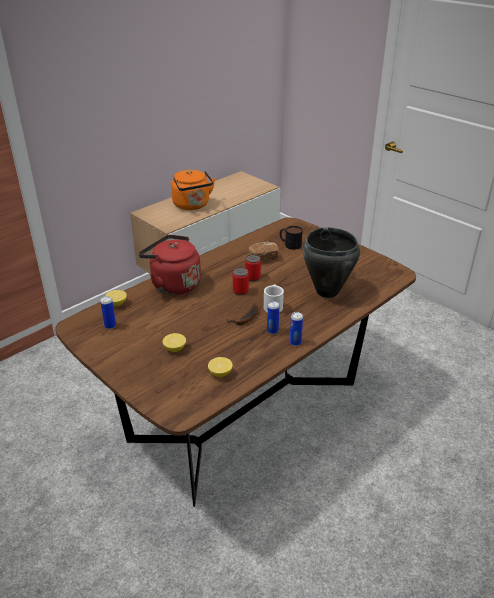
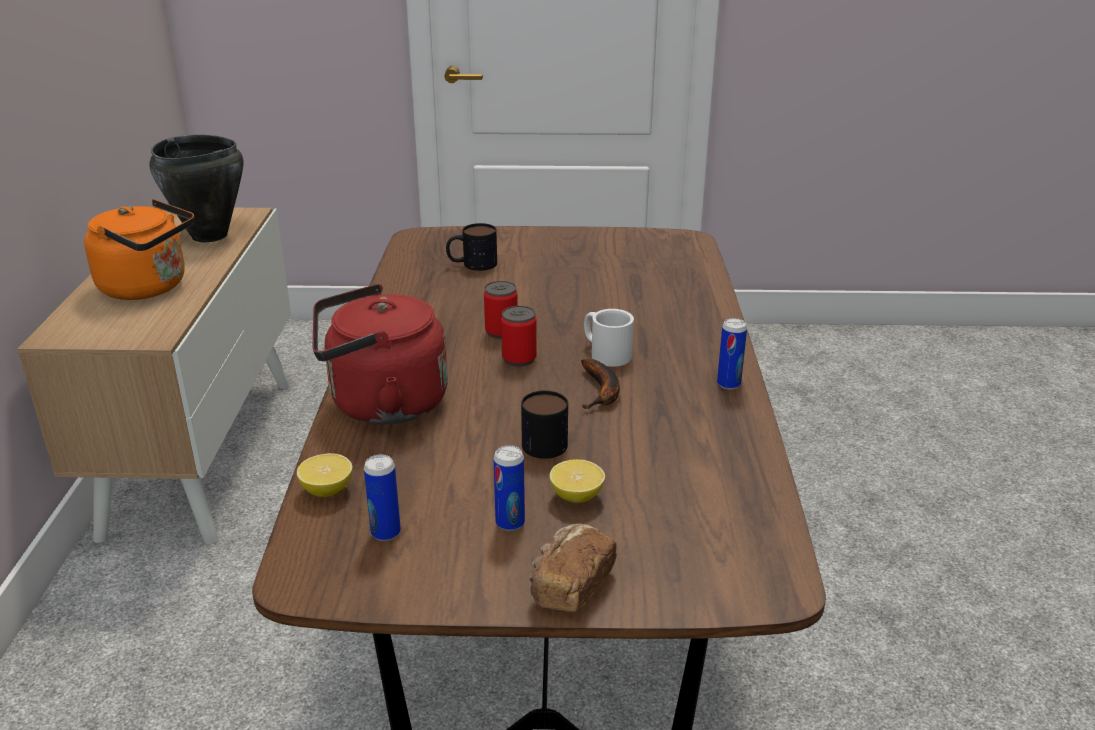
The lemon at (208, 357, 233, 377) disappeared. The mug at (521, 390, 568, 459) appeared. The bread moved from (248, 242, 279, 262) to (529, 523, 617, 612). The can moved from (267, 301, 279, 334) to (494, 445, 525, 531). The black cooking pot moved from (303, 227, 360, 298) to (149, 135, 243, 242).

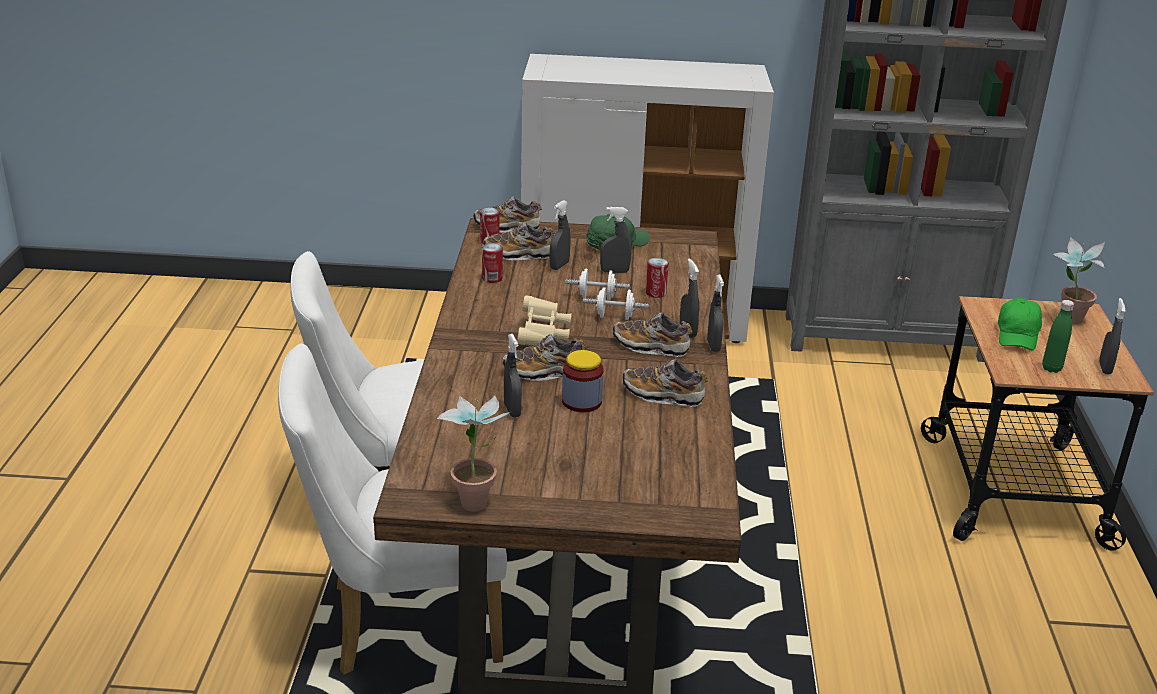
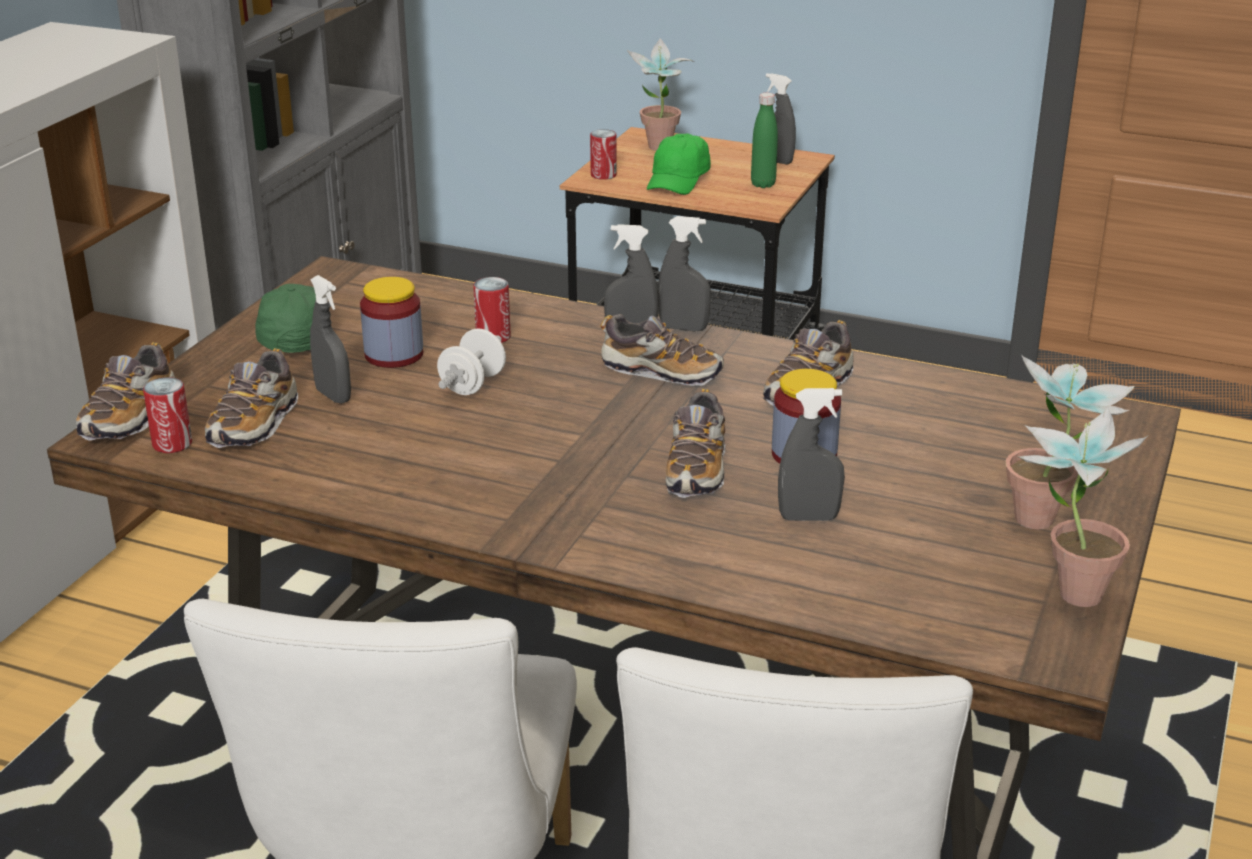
The beige binoculars at (517, 296, 572, 345) disappeared. The white dumbbell at (583, 287, 649, 320) disappeared. The potted plant at (1006, 355, 1135, 529) appeared. The can moved from (482, 243, 503, 283) to (590, 129, 617, 180). The grey spray bottle at (600, 207, 632, 273) was replaced by the jar at (360, 277, 423, 368). The shoe at (613, 312, 692, 357) turned 105 degrees counterclockwise. The green cap at (998, 298, 1042, 351) turned 75 degrees clockwise.

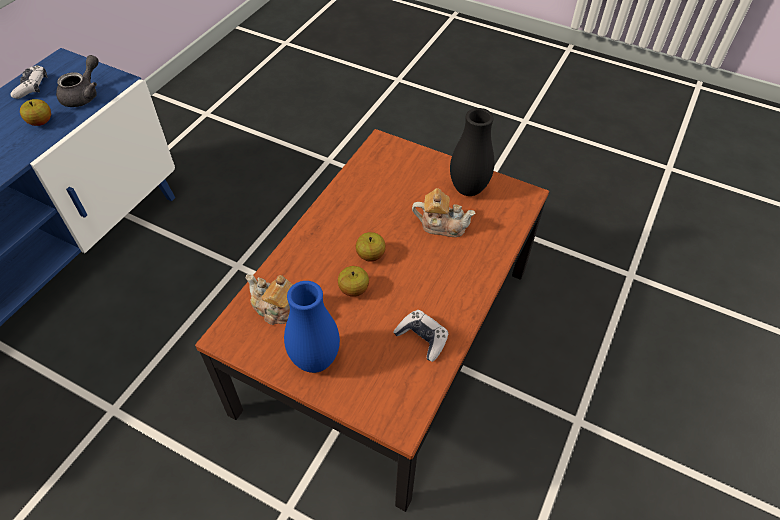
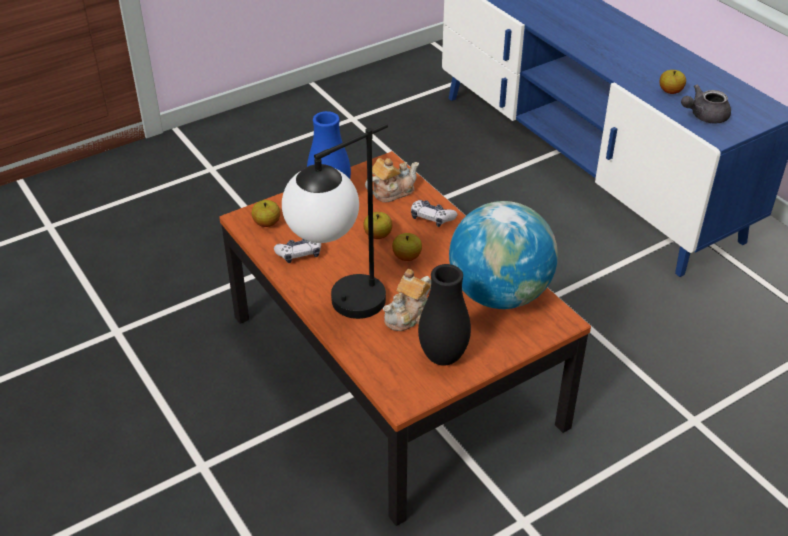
The apple at (252, 200, 280, 227) appeared. The table lamp at (282, 123, 388, 319) appeared. The globe at (449, 201, 558, 309) appeared. The game controller moved from (10, 65, 48, 99) to (411, 200, 458, 227). The grey teapot at (56, 55, 99, 107) turned 105 degrees clockwise.

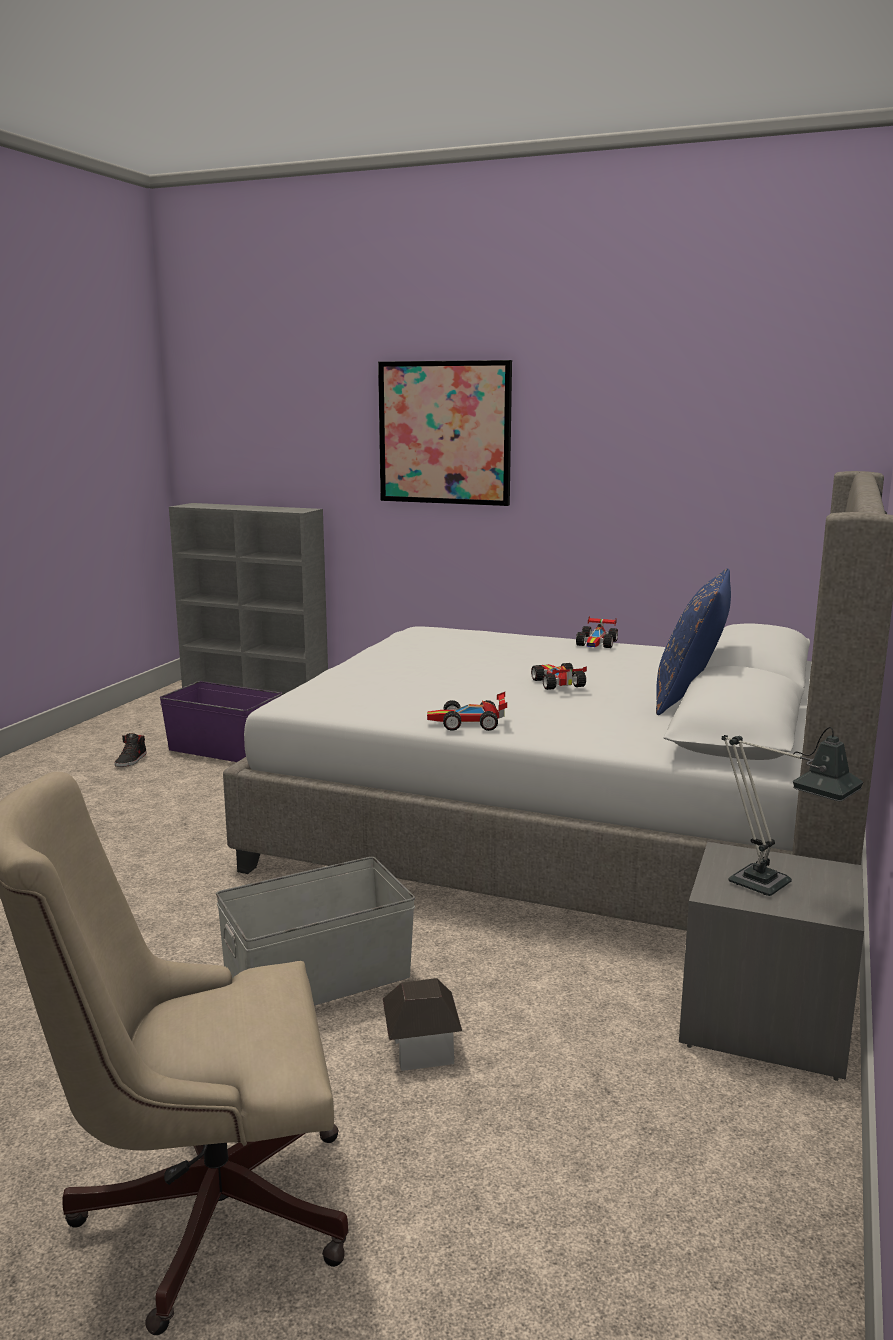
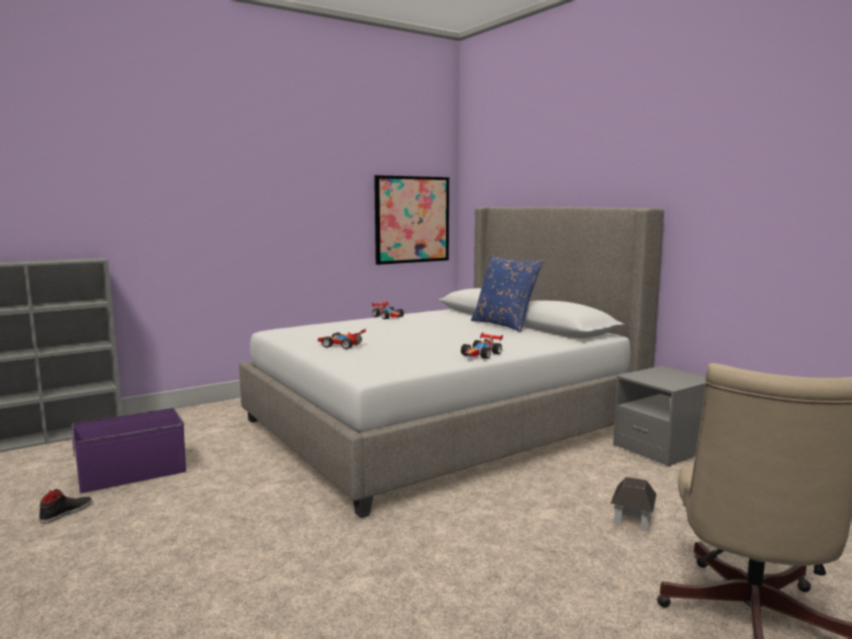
The grey storage box at (216, 857, 415, 1006) disappeared. The table lamp at (722, 727, 863, 896) disappeared. The picture moved from (378, 360, 512, 506) to (374, 175, 449, 265). The toy car moved from (531, 663, 587, 690) to (318, 329, 366, 349). The black shoe at (114, 733, 147, 767) turned 105 degrees counterclockwise.

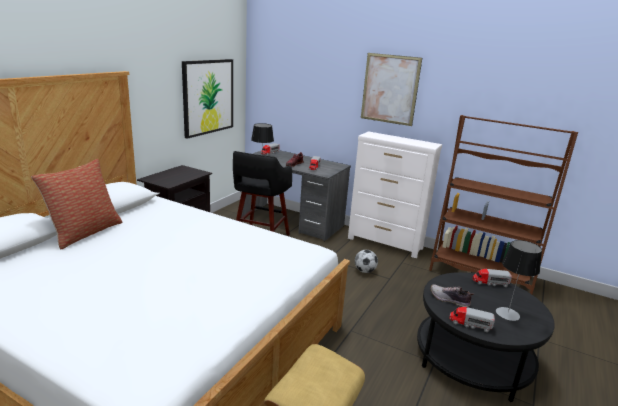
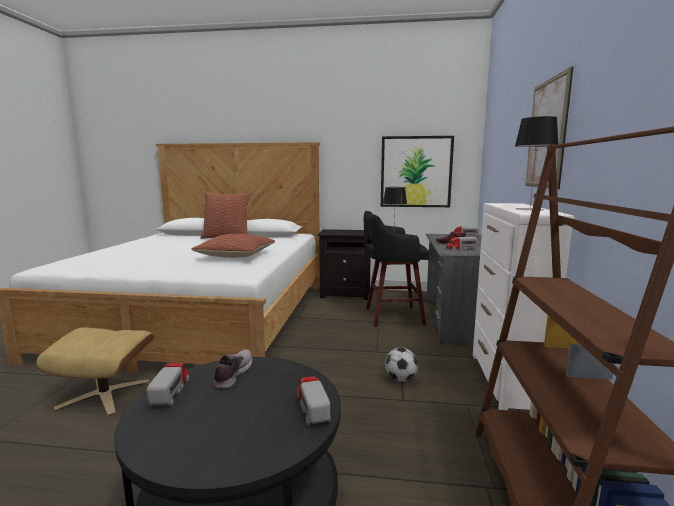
The pillow at (191, 234, 275, 258) appeared. The table lamp moved from (496, 240, 542, 321) to (515, 116, 558, 210).

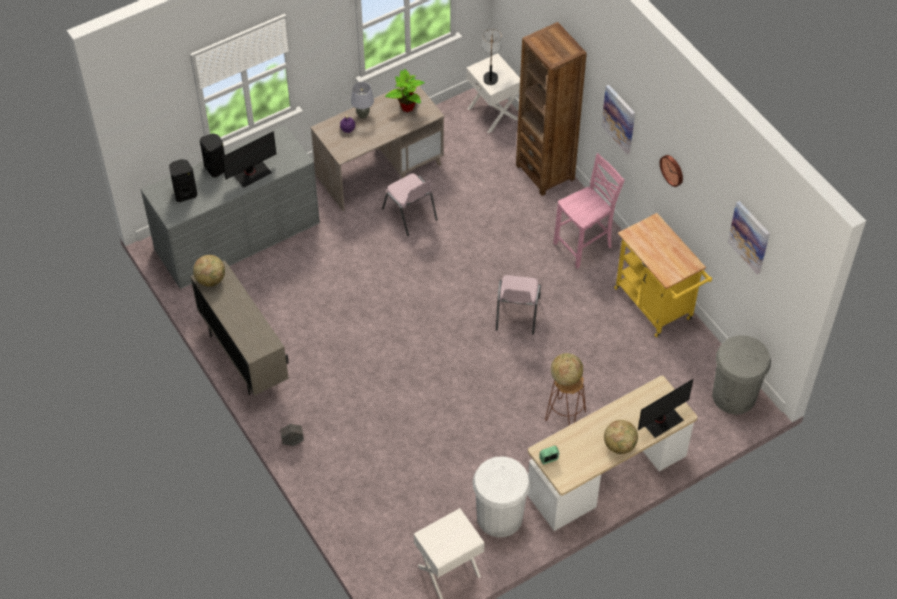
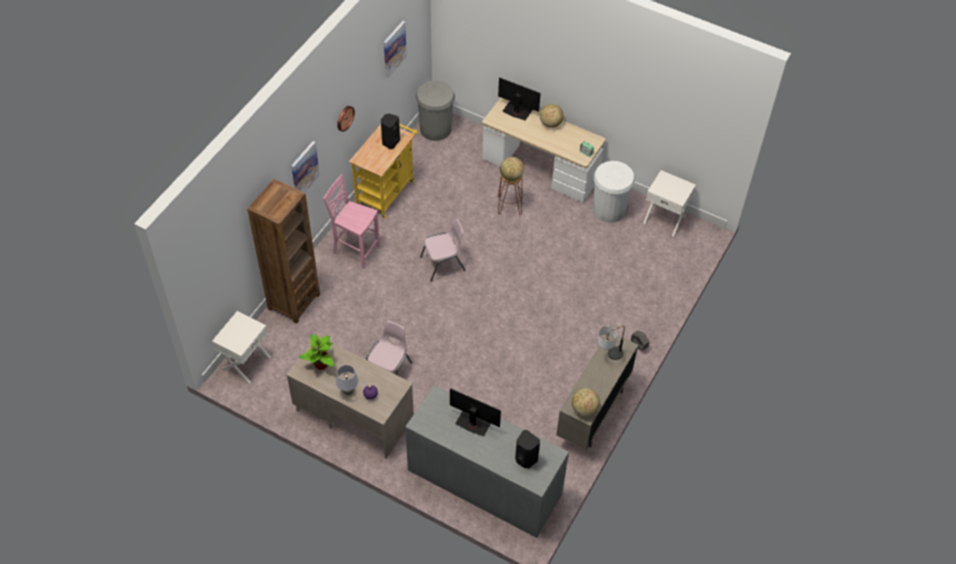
The black speaker moved from (200, 133, 225, 177) to (381, 113, 400, 149). The table lamp moved from (482, 29, 502, 85) to (597, 326, 625, 360).

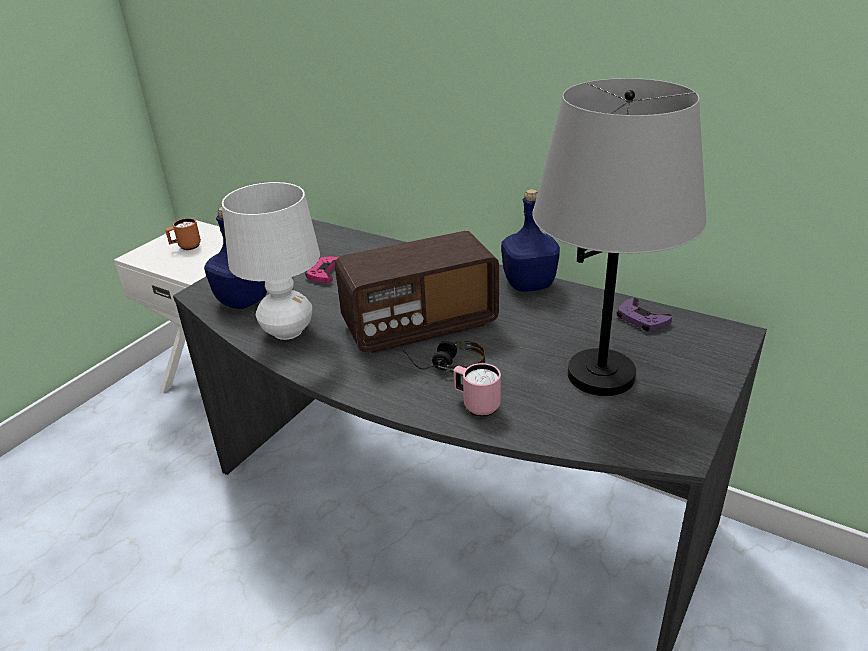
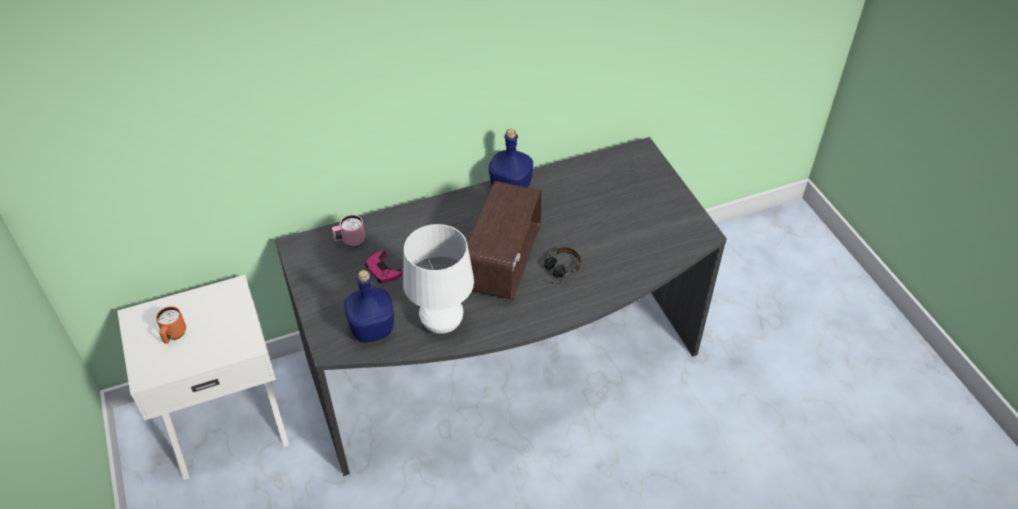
The grey table lamp at (532, 78, 707, 396) disappeared. The purple game controller at (617, 298, 672, 331) disappeared. The pink mug moved from (453, 363, 501, 417) to (332, 215, 365, 247).

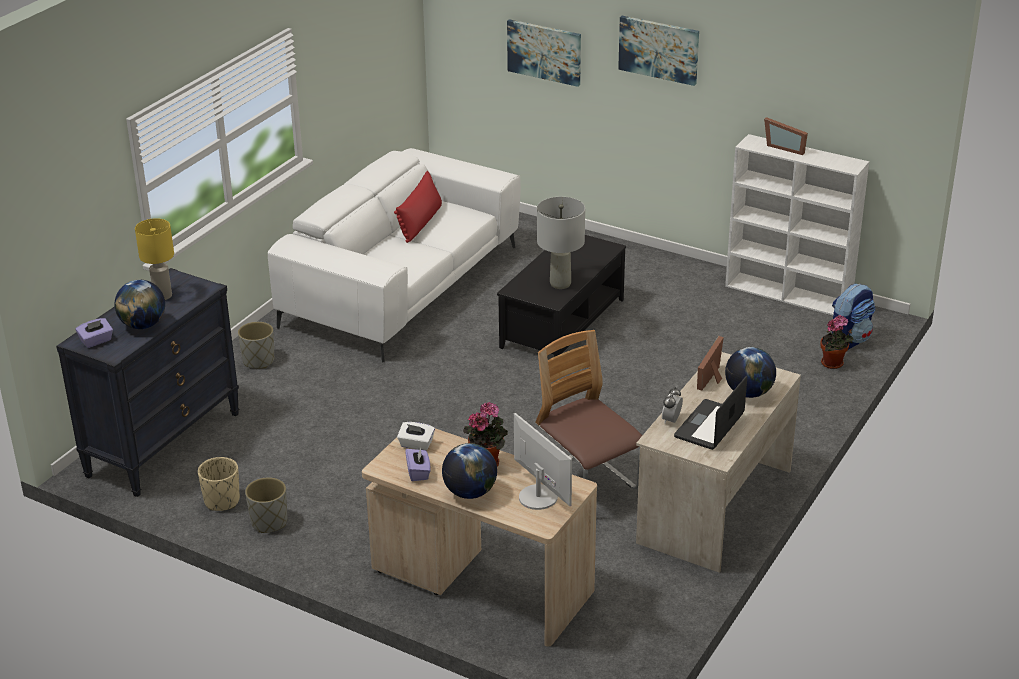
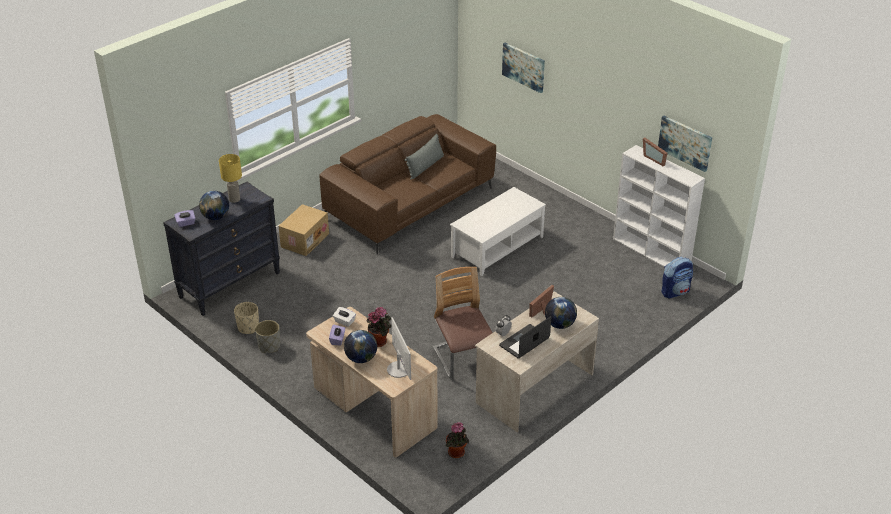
The grey table lamp at (537, 197, 585, 289) disappeared. The picture moved from (618, 16, 699, 86) to (658, 116, 712, 172). The potted plant moved from (820, 315, 854, 369) to (445, 422, 469, 458). The grey planter at (238, 322, 274, 368) was replaced by the cardboard box at (278, 204, 329, 256). The white sofa at (268, 148, 521, 363) became the brown sofa at (320, 114, 496, 254). The red pillow at (394, 171, 442, 243) became the grey pillow at (405, 133, 444, 180). The black coffee table at (497, 235, 626, 357) became the white coffee table at (450, 187, 546, 276).

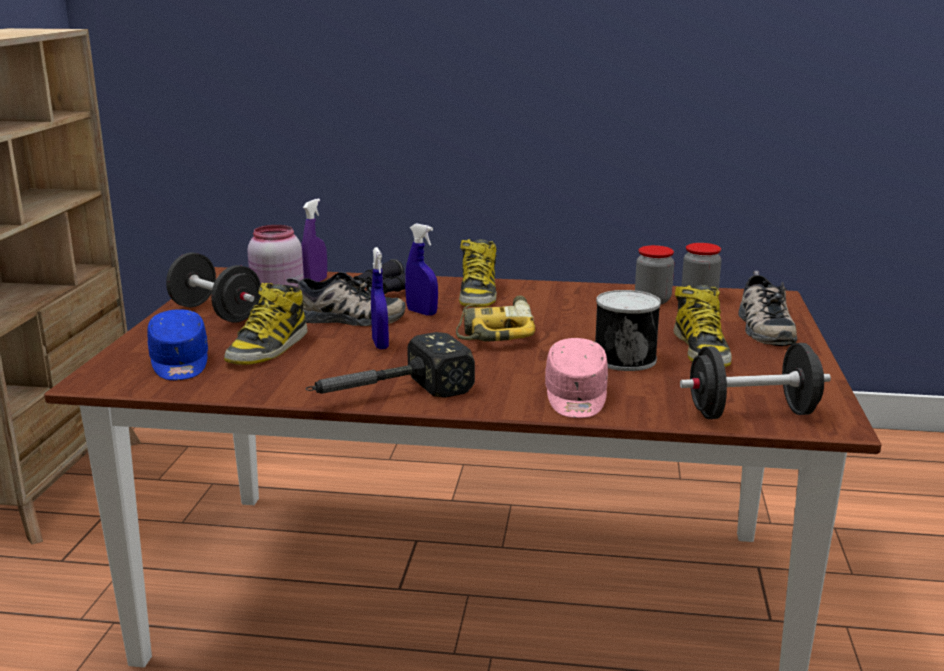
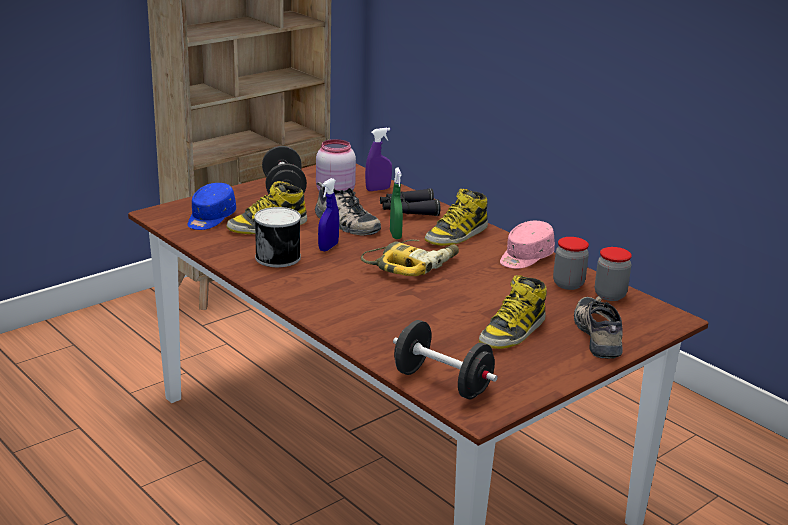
The hammer at (306, 332, 475, 398) disappeared. The pink cap moved from (545, 338, 608, 418) to (500, 221, 555, 269). The can moved from (595, 290, 661, 371) to (254, 207, 301, 267). The blue spray bottle at (405, 223, 438, 316) became the green spray bottle at (390, 167, 403, 239). The shoe at (738, 271, 797, 346) turned 135 degrees clockwise.

